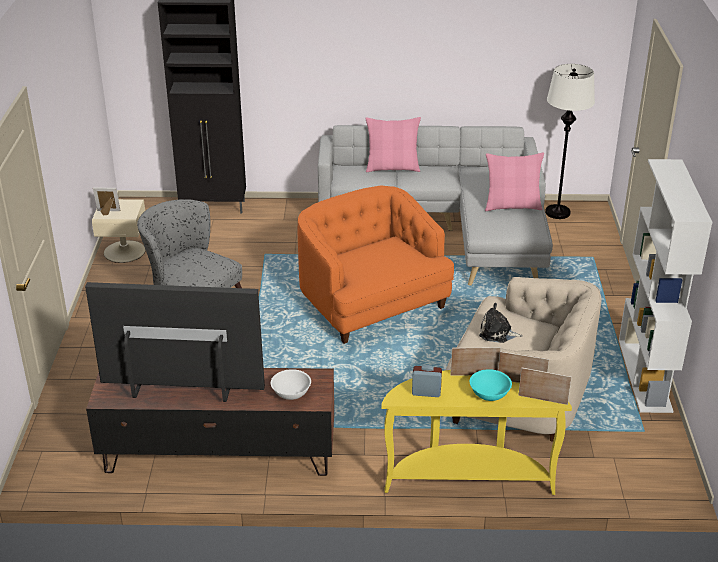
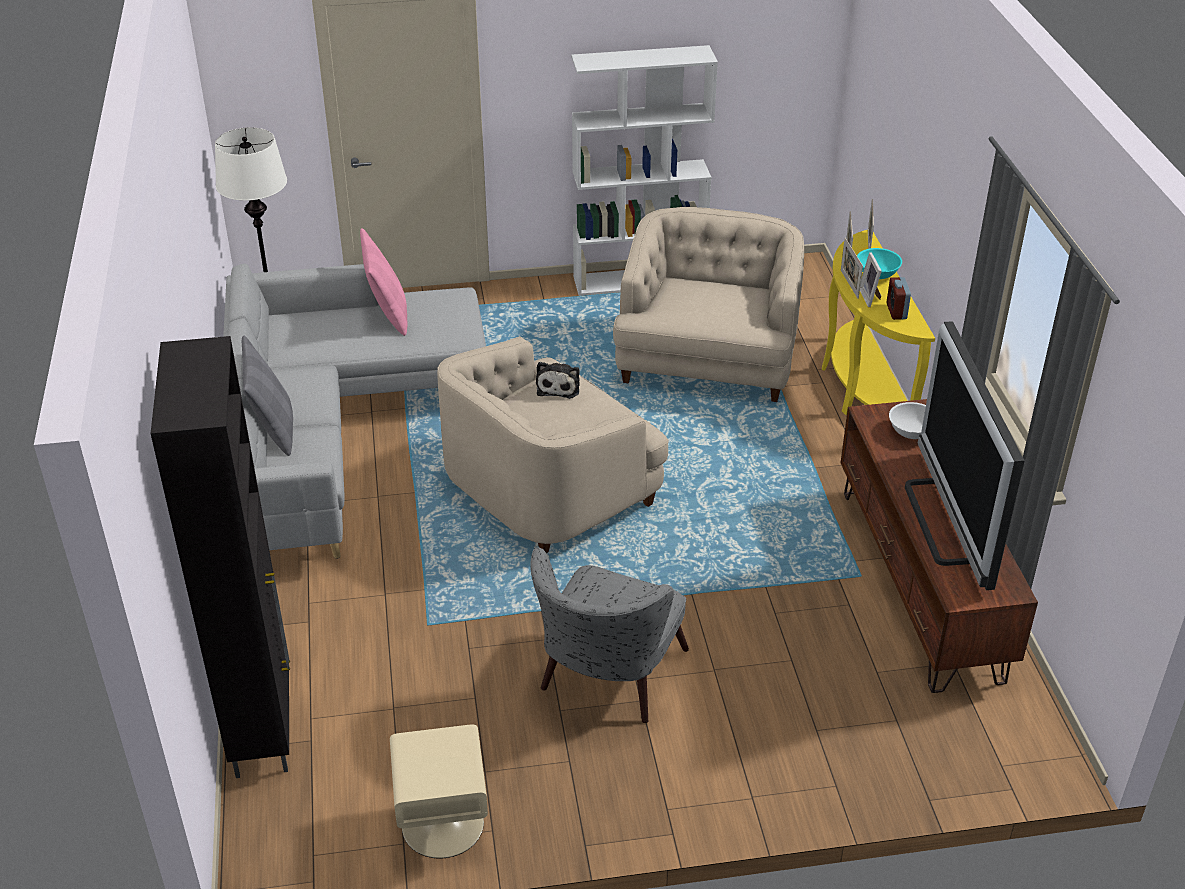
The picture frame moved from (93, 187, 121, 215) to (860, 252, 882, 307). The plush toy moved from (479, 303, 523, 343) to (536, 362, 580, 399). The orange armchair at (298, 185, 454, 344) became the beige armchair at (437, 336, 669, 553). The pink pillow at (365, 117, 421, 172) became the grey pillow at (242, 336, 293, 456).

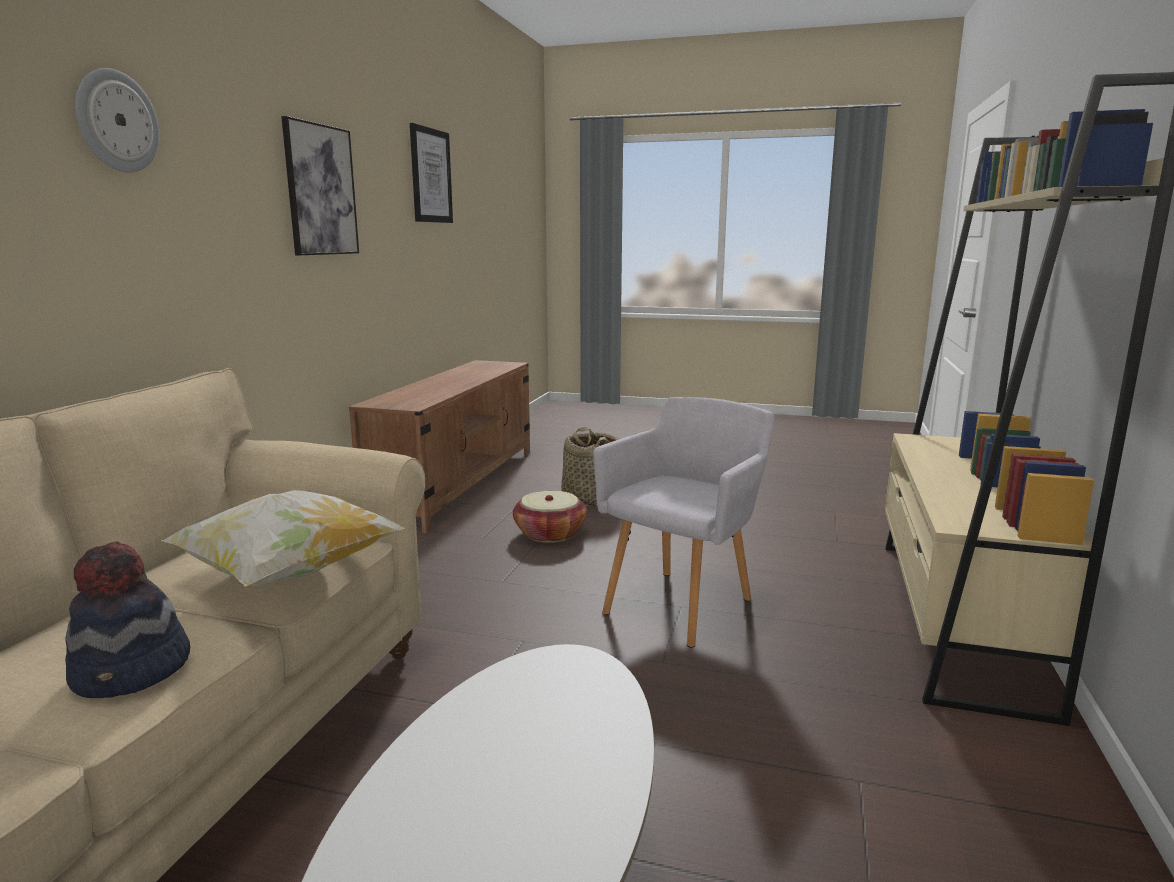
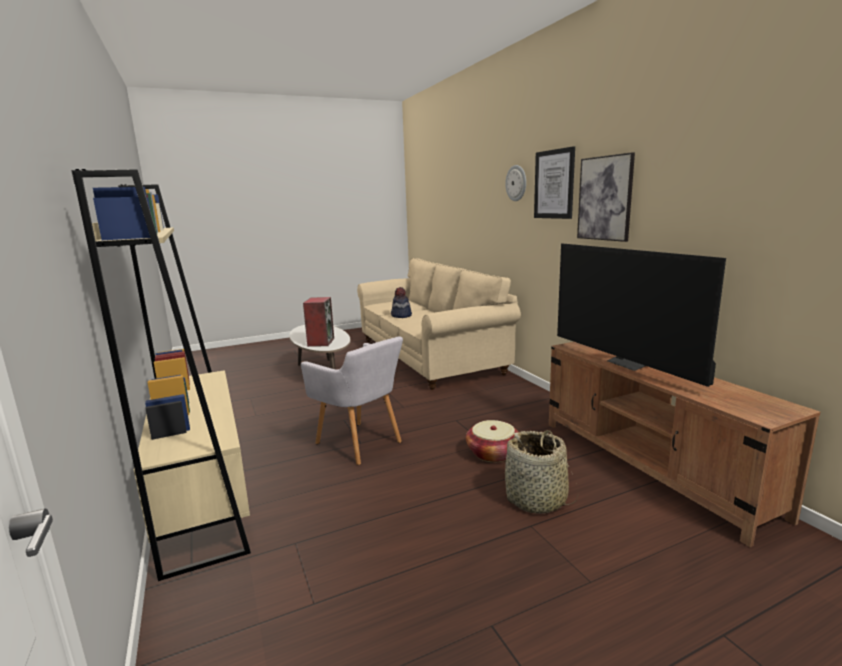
The pillow at (161, 490, 404, 587) disappeared. The speaker at (303, 297, 334, 347) appeared. The television at (557, 243, 726, 387) appeared. The picture moved from (410, 123, 453, 223) to (534, 146, 575, 219). The grey armchair at (593, 397, 774, 648) turned 45 degrees counterclockwise.

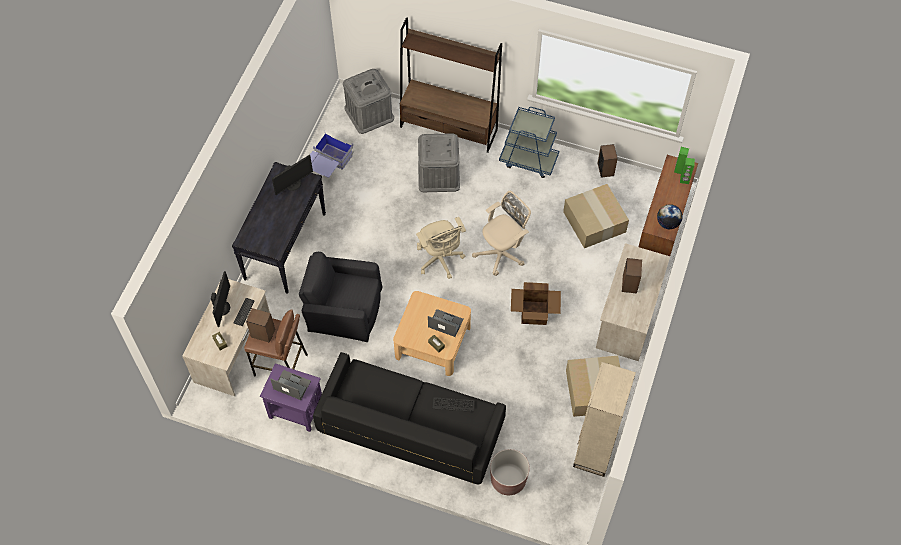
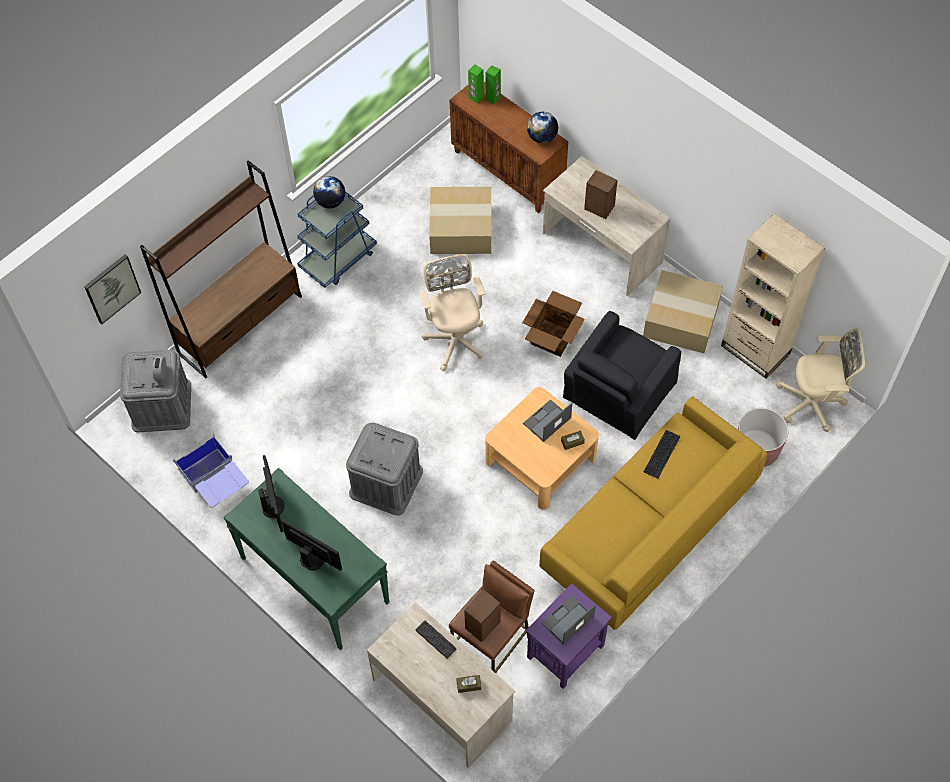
The speaker at (598, 144, 618, 178) disappeared. The picture at (84, 254, 141, 324) appeared. The globe at (313, 176, 345, 208) appeared. The monitor moved from (211, 271, 230, 327) to (281, 519, 342, 571). The black armchair moved from (299, 252, 382, 342) to (563, 311, 681, 440). The beige office chair moved from (416, 217, 466, 279) to (776, 329, 865, 432). The grey storage box moved from (418, 133, 460, 192) to (346, 423, 423, 516). The black console table at (232, 162, 326, 294) became the green console table at (224, 468, 390, 650). The black sofa at (313, 352, 506, 484) became the yellow sofa at (539, 396, 767, 630).

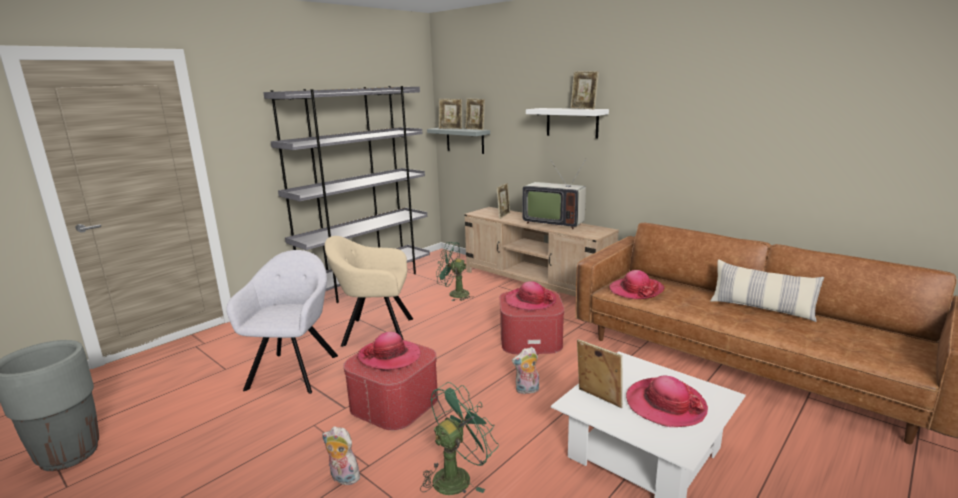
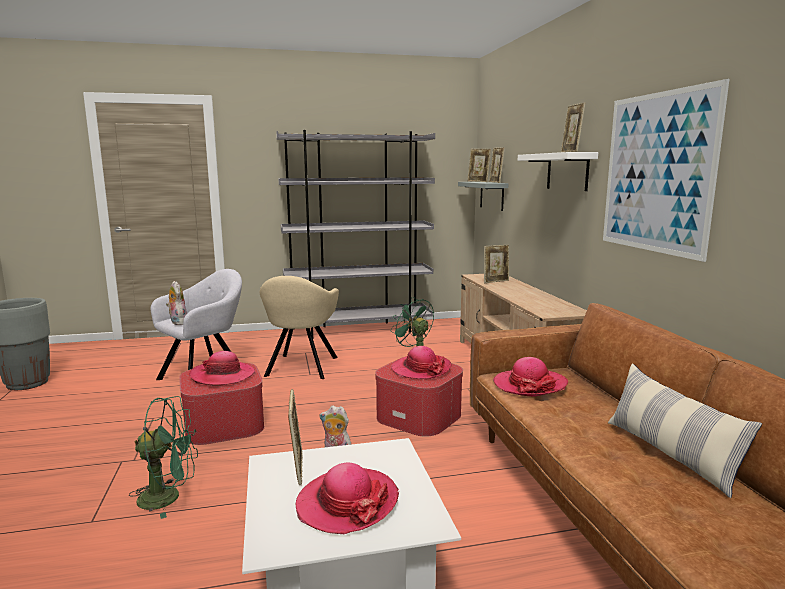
The television at (522, 159, 586, 229) disappeared. The picture at (603, 79, 729, 262) appeared. The plush toy moved from (322, 426, 360, 485) to (166, 281, 187, 325). The beige armchair at (324, 236, 413, 347) turned 120 degrees counterclockwise.

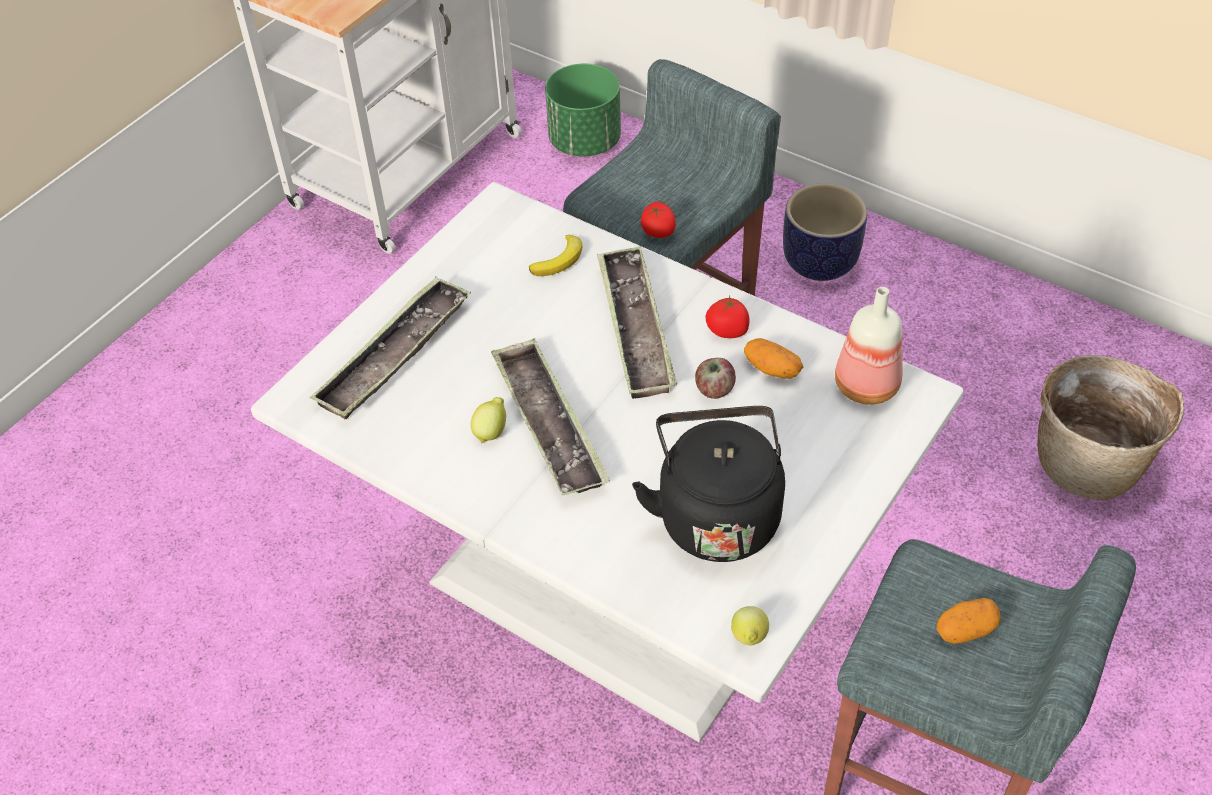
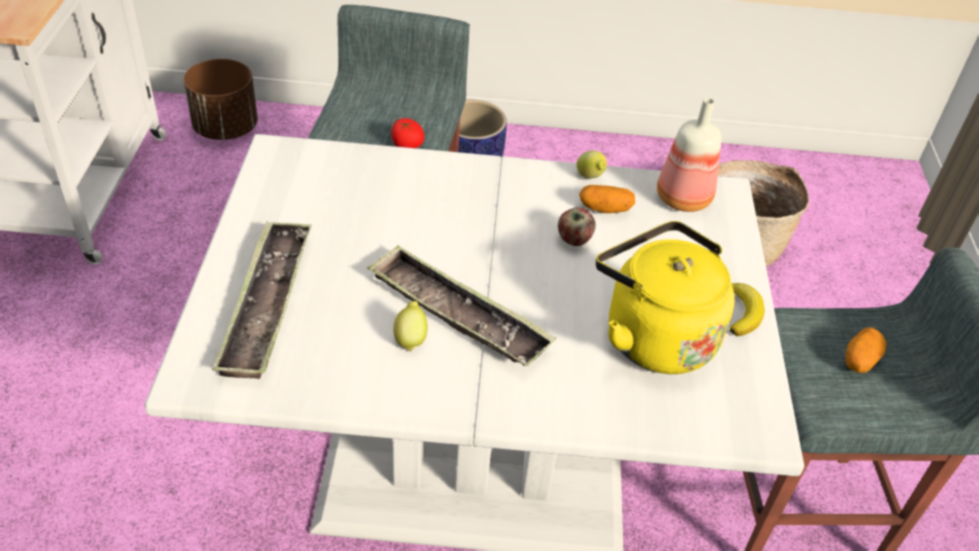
The tray at (597, 246, 677, 399) disappeared. The tomato at (705, 295, 750, 338) disappeared. The banana moved from (529, 235, 583, 276) to (730, 283, 764, 336). The lemon moved from (731, 606, 769, 646) to (577, 150, 607, 179). The green planter at (545, 64, 621, 157) became the brown planter at (183, 59, 258, 140). The black kettle at (632, 406, 785, 562) became the yellow kettle at (596, 221, 735, 374).

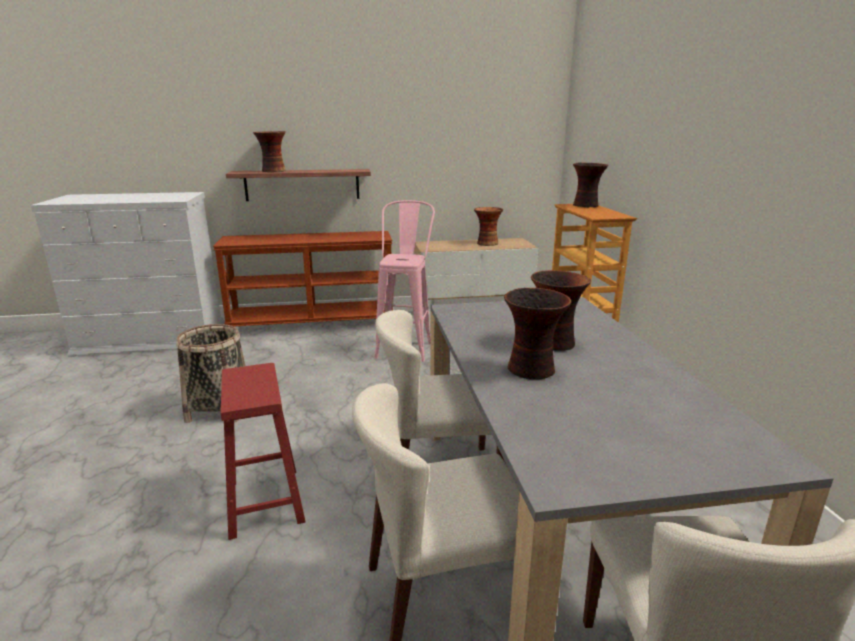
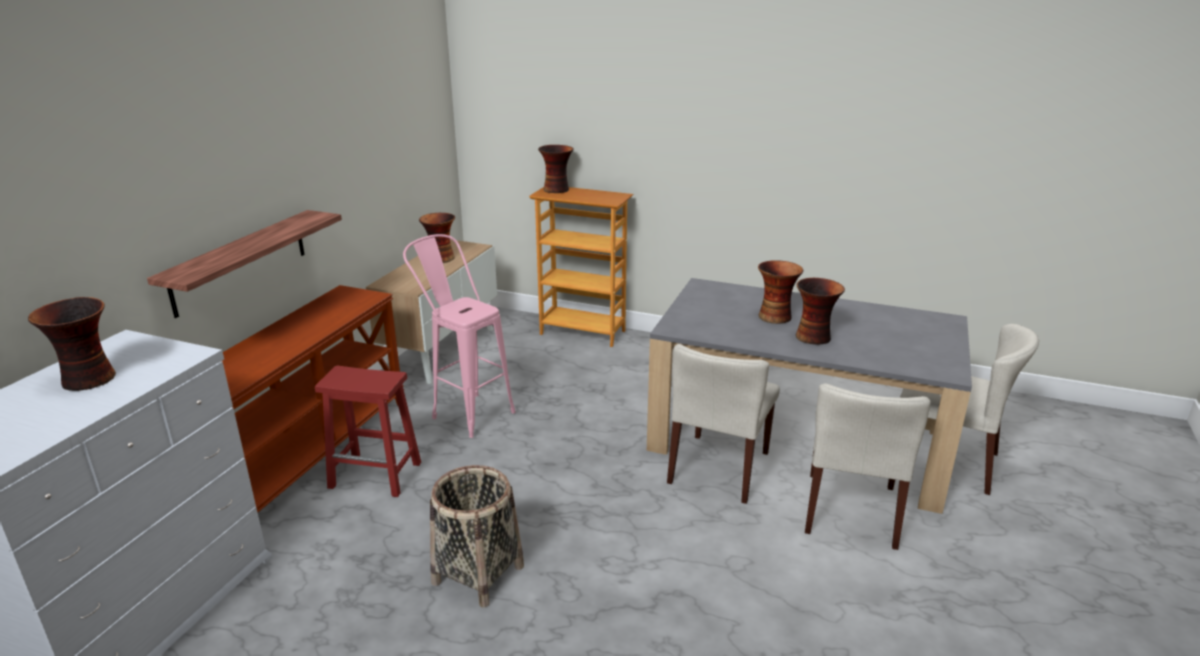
The red stool moved from (221, 363, 305, 540) to (315, 366, 421, 497). The vase moved from (253, 131, 286, 172) to (28, 297, 116, 391).

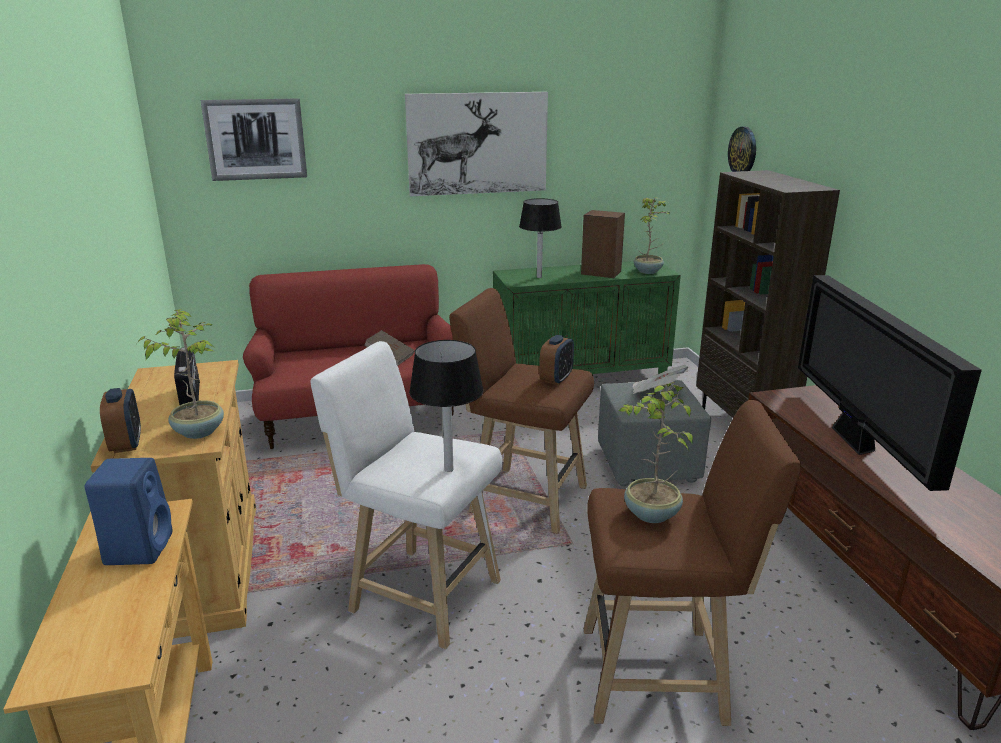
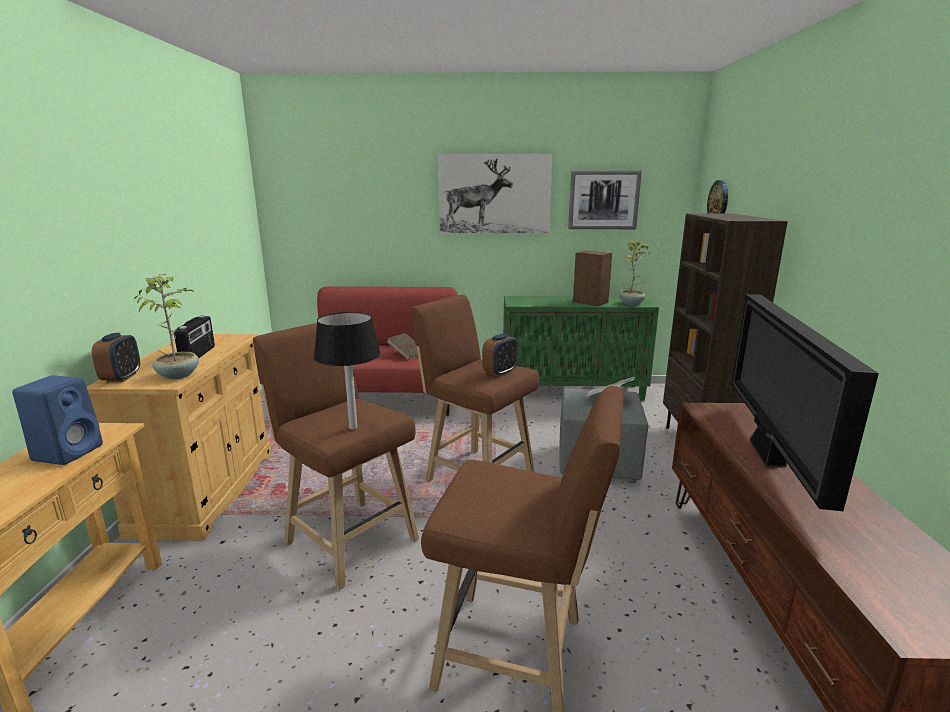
The black table lamp at (519, 198, 562, 278) disappeared. The potted plant at (619, 382, 693, 523) disappeared. The picture moved from (201, 98, 307, 181) to (568, 171, 642, 229). The white stool at (310, 341, 502, 650) became the brown stool at (253, 323, 419, 590).

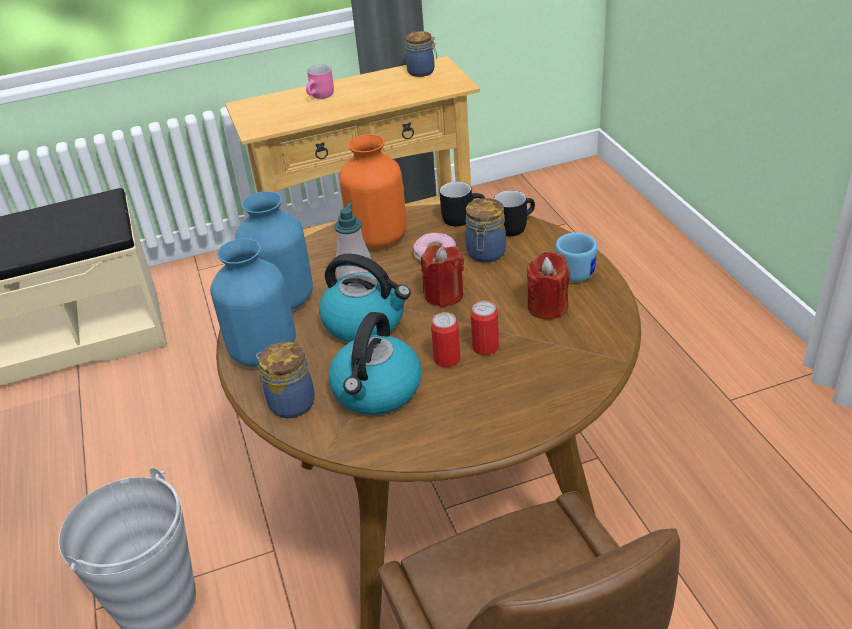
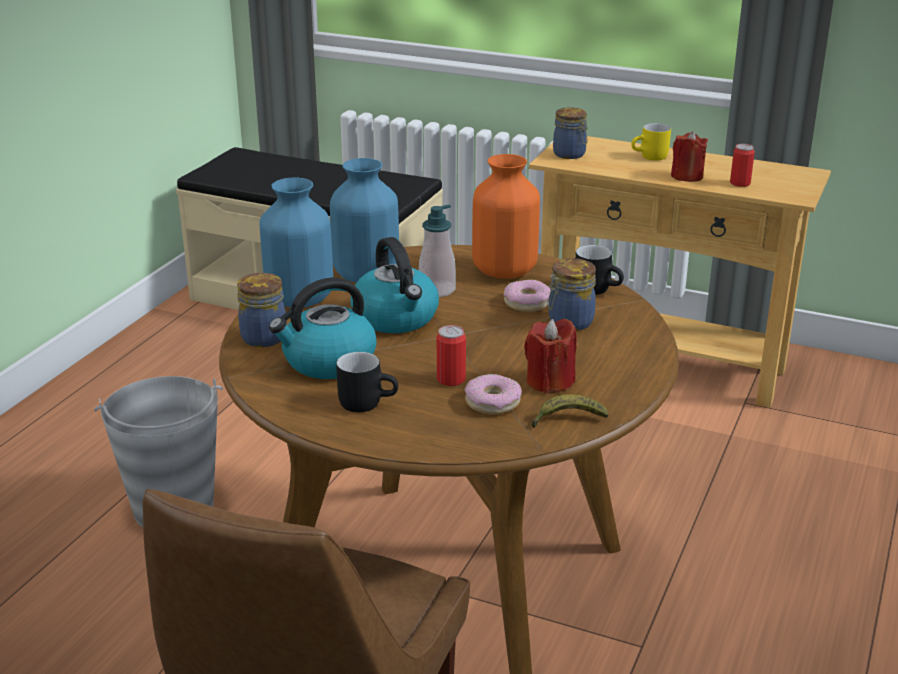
The blue mug at (555, 233, 597, 282) disappeared. The donut at (464, 374, 522, 414) appeared. The banana at (532, 394, 609, 428) appeared. The jar moved from (405, 31, 437, 77) to (553, 107, 588, 159). The red candle moved from (421, 245, 464, 307) to (671, 131, 708, 182). The can moved from (431, 312, 460, 367) to (730, 144, 755, 187). The black mug moved from (494, 190, 535, 236) to (336, 352, 398, 412). The pink mug at (306, 65, 334, 99) became the yellow mug at (631, 123, 671, 161).

